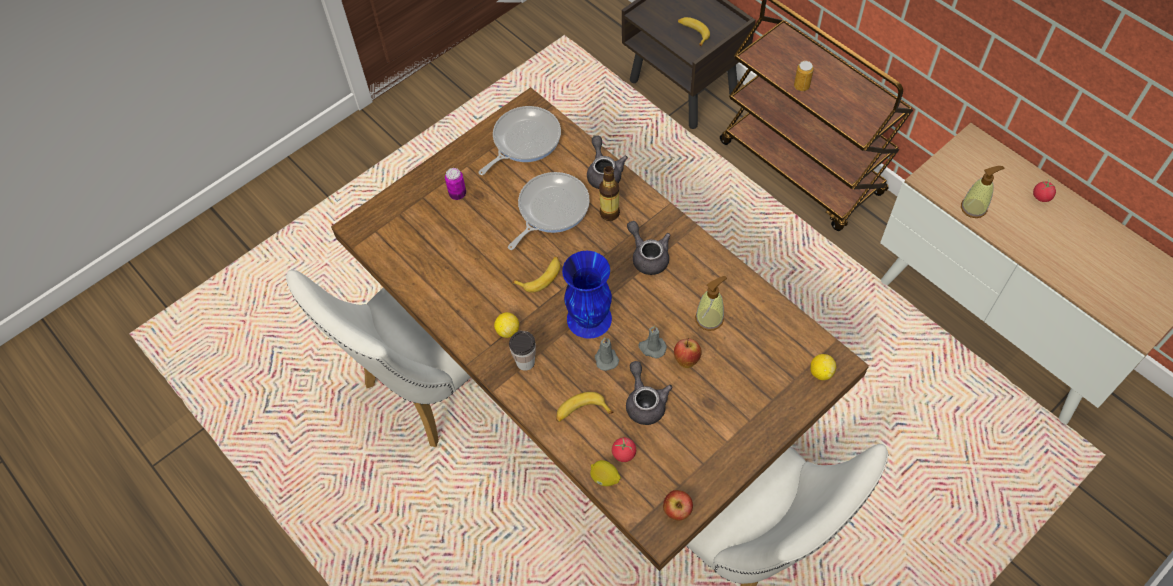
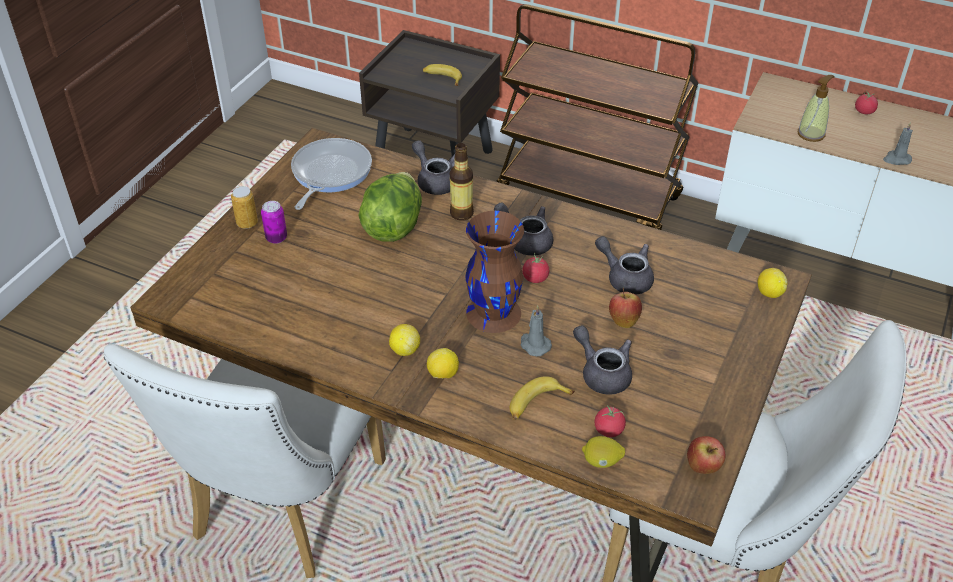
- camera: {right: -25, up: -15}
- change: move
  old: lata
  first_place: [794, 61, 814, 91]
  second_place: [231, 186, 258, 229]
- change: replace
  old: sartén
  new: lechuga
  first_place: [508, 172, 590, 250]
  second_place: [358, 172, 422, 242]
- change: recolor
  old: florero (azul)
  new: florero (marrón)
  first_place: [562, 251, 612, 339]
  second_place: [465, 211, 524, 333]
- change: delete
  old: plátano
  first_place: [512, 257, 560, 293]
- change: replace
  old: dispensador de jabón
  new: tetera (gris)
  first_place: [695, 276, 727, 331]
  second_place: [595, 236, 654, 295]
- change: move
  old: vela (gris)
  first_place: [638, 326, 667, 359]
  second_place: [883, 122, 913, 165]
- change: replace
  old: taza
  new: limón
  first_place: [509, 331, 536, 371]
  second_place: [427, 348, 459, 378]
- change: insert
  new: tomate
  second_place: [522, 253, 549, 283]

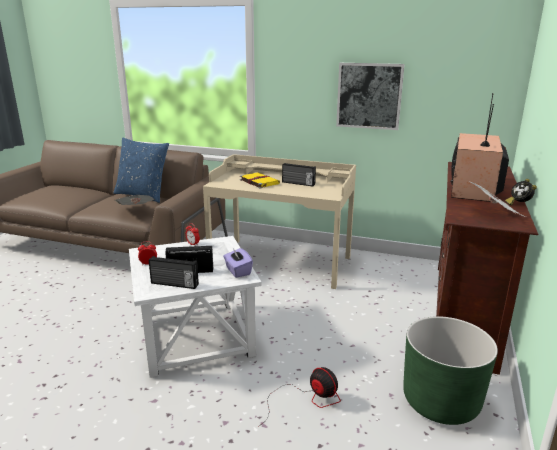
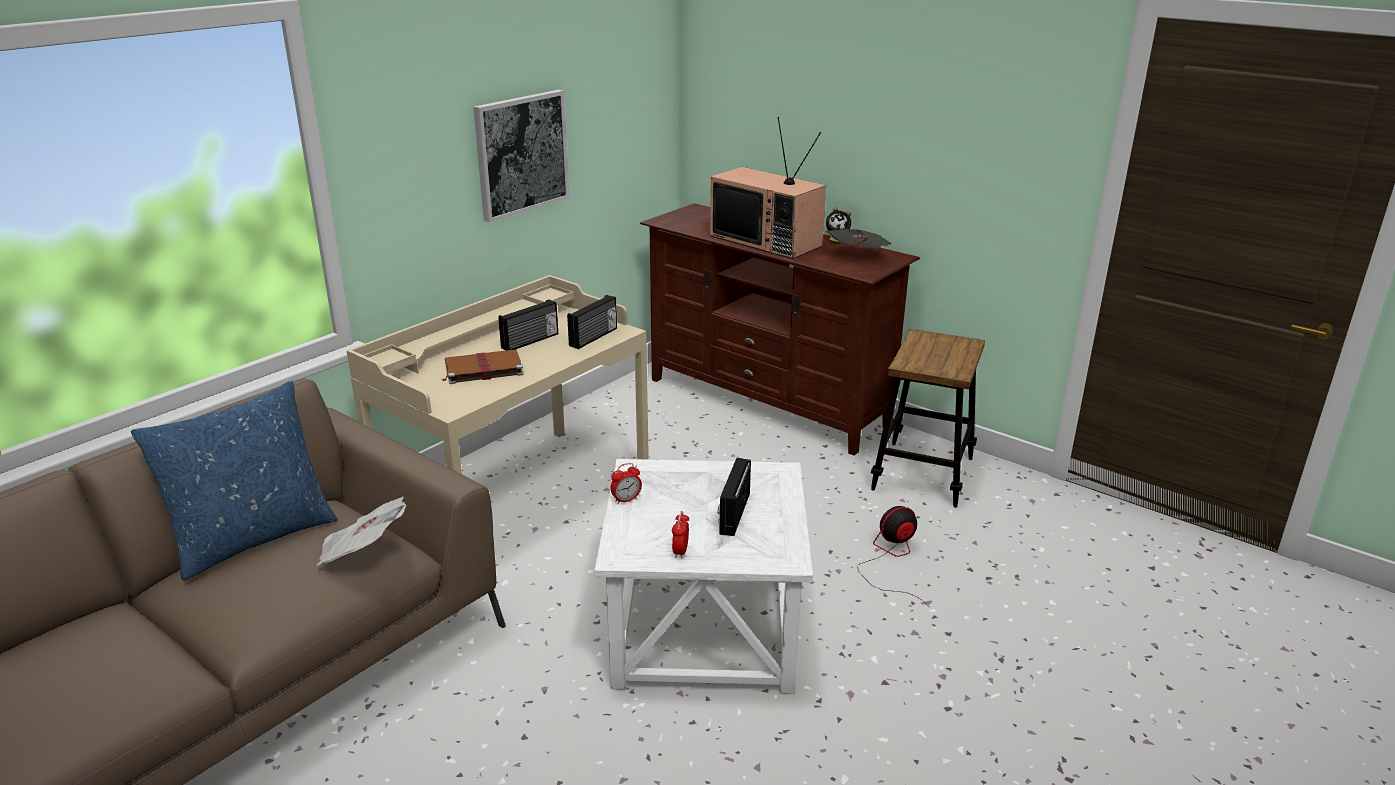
- camera: {right: -70, up: 5}
- change: recolor
  old: libro (amarillo)
  new: libro (marrón)
  first_place: [240, 173, 280, 188]
  second_place: [442, 349, 523, 384]
- change: delete
  old: caja de pañuelos (morado)
  first_place: [223, 248, 253, 278]
- change: move
  old: radio
  first_place: [149, 256, 199, 289]
  second_place: [567, 295, 617, 349]
- change: replace
  old: maceta (verde)
  new: taburete
  first_place: [403, 316, 498, 425]
  second_place: [871, 329, 985, 508]

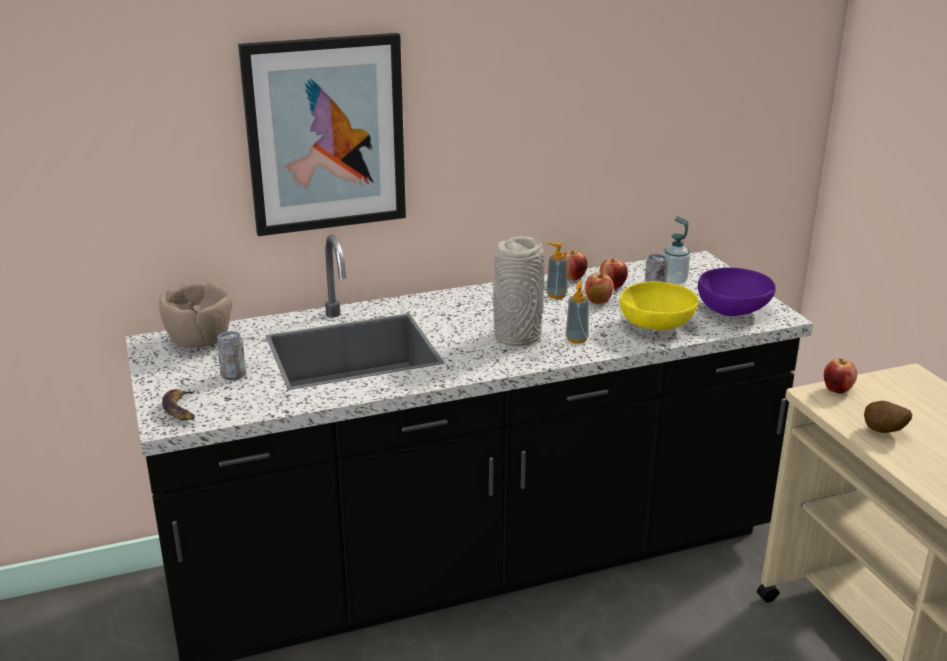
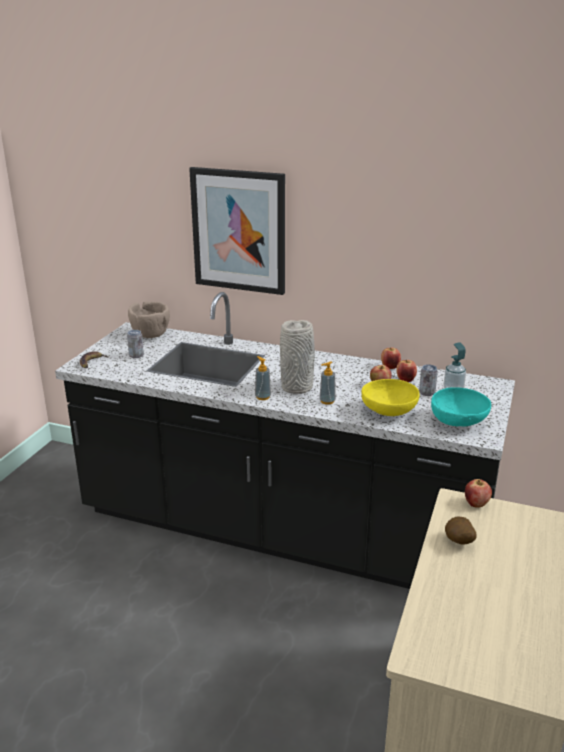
- camera: {right: 40, up: 0}
- change: move
  old: dispensador de jabón
  first_place: [546, 242, 568, 299]
  second_place: [255, 356, 271, 400]
- change: recolor
  old: cuenco (morado)
  new: cuenco (turquesa)
  first_place: [698, 268, 776, 316]
  second_place: [431, 387, 491, 426]

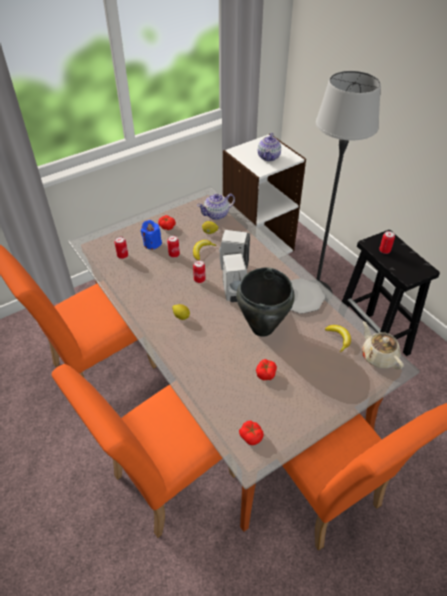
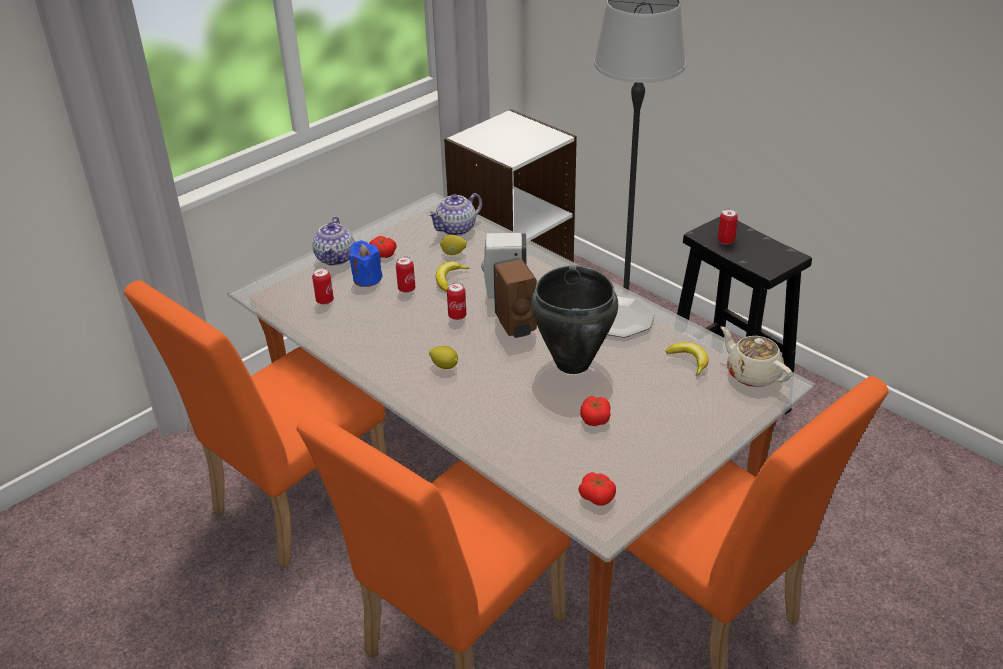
- camera: {right: -10, up: -10}
- change: move
  old: tetera
  first_place: [258, 133, 281, 161]
  second_place: [312, 217, 355, 266]
- change: recolor
  old: dispensador de jabón (blanco)
  new: dispensador de jabón (marrón)
  first_place: [223, 252, 247, 302]
  second_place: [493, 257, 537, 338]

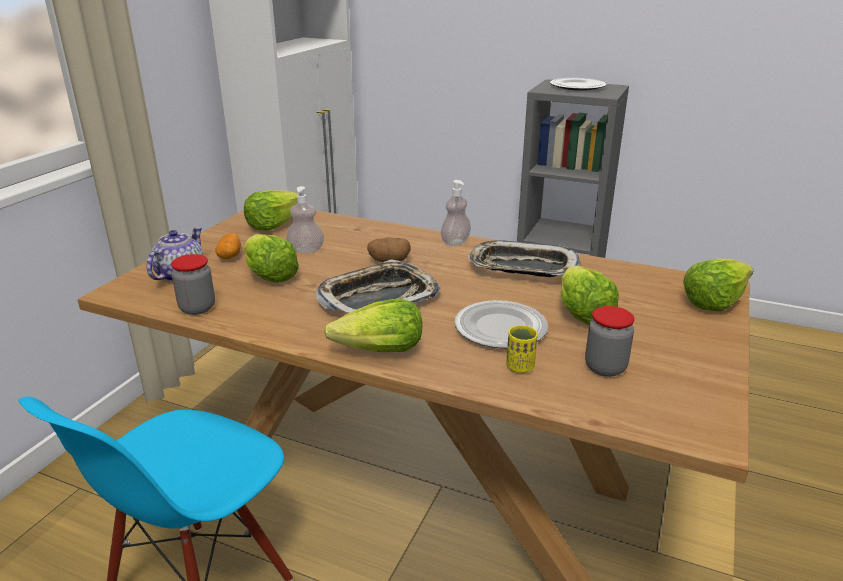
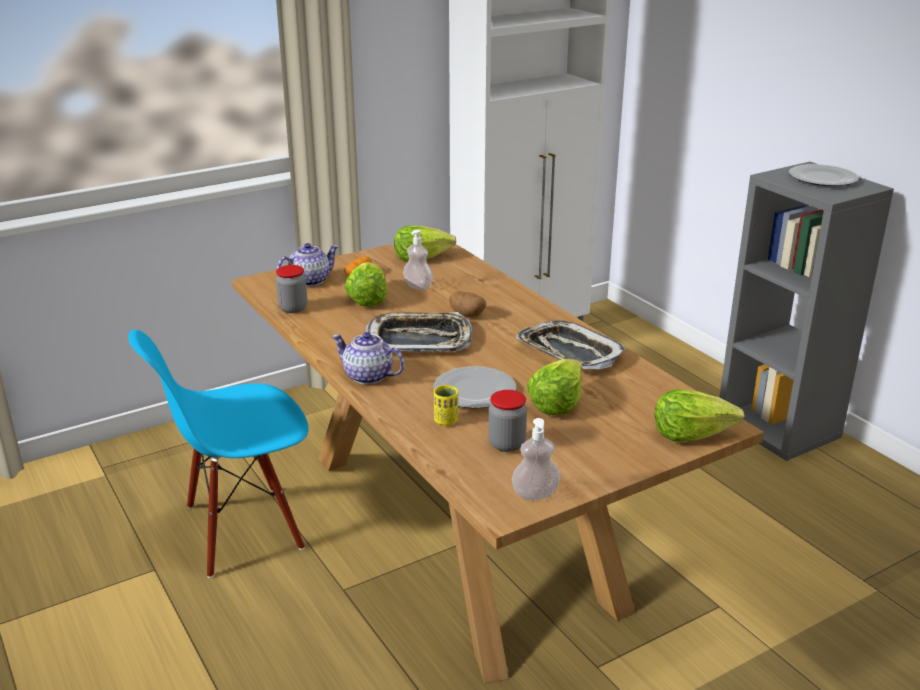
- camera: {right: 35, up: 0}
- change: move
  old: dispensador de jabón
  first_place: [441, 180, 471, 246]
  second_place: [512, 418, 561, 500]
- change: replace
  old: lechuga
  new: tetera
  first_place: [324, 299, 422, 352]
  second_place: [331, 332, 404, 384]

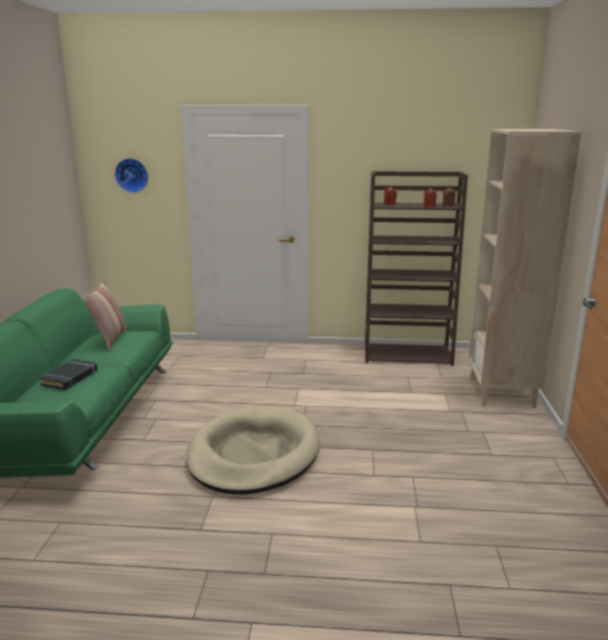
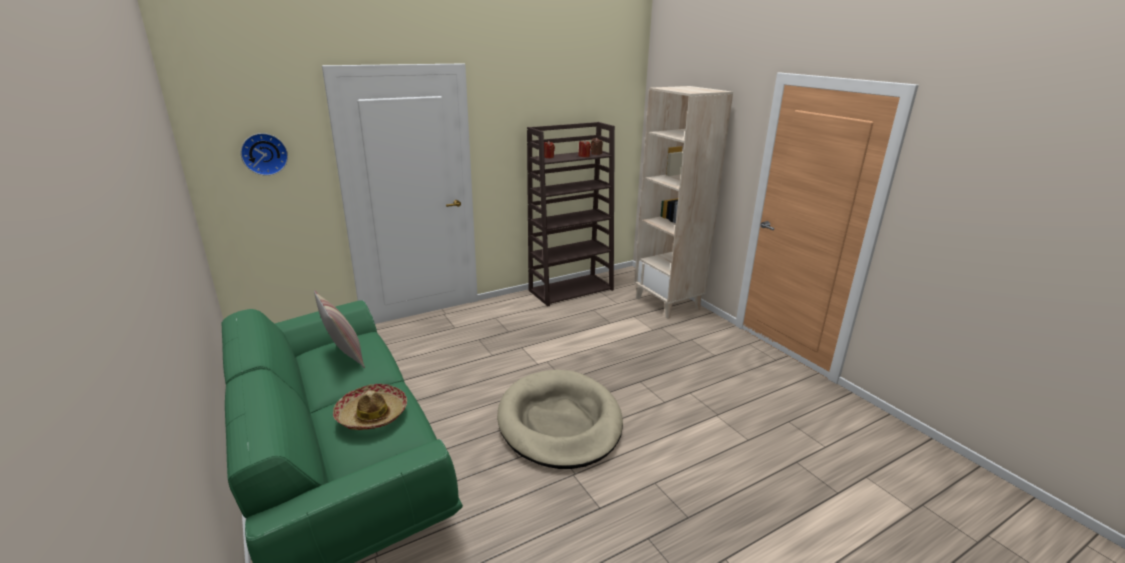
- camera: {right: -35, up: 5}
- change: replace
  old: libro (negro)
  new: sombrero
  first_place: [40, 359, 98, 390]
  second_place: [333, 384, 407, 430]

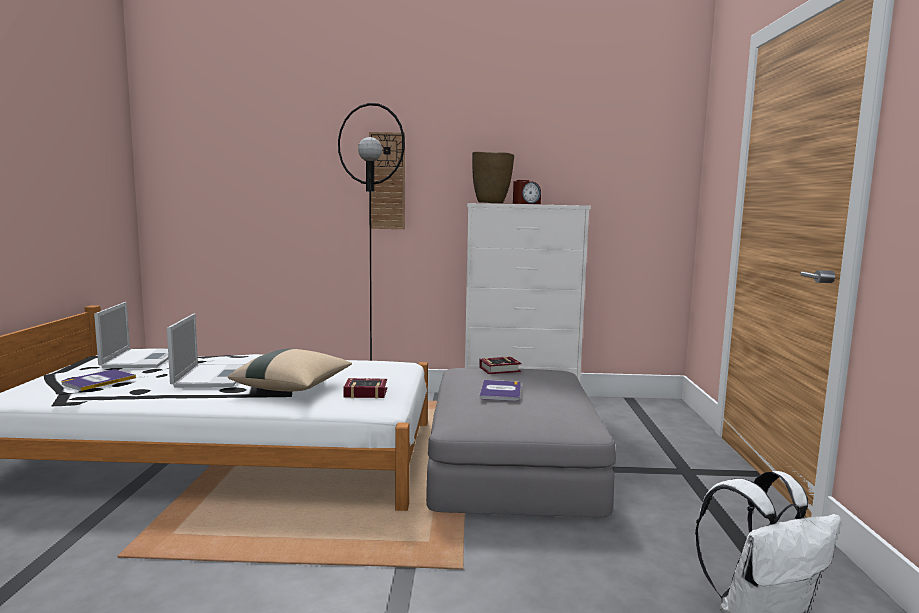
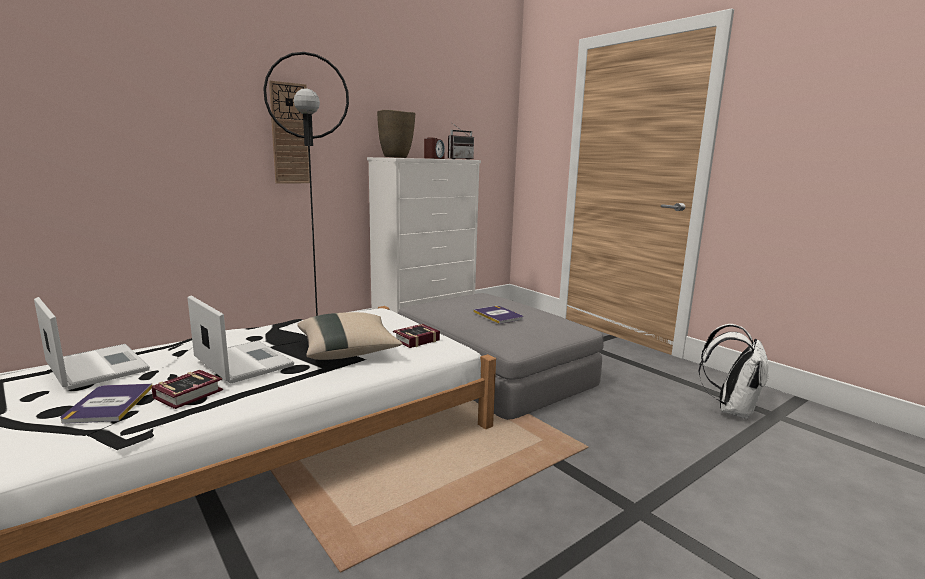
- camera: {right: -40, up: 5}
- change: move
  old: libro
  first_place: [479, 357, 522, 374]
  second_place: [151, 370, 223, 409]
- change: insert
  new: radio
  second_place: [448, 123, 474, 160]

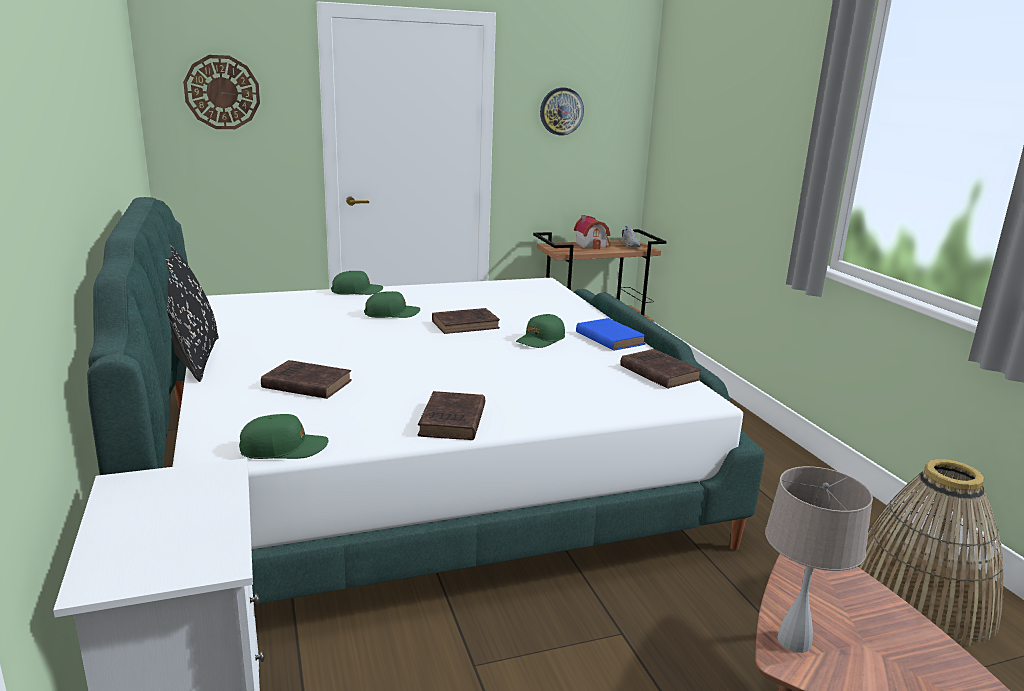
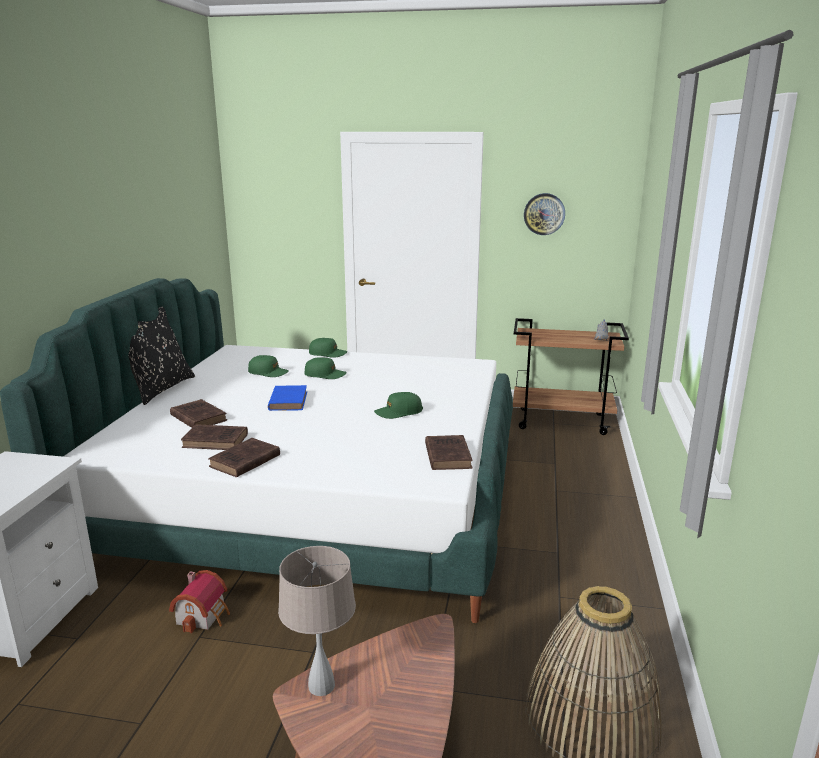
- camera: {right: 30, up: 0}
- change: delete
  old: reloj de pared
  first_place: [183, 55, 260, 129]
- change: move
  old: casita
  first_place: [574, 215, 611, 250]
  second_place: [169, 570, 230, 634]
- change: move
  old: libro (marrón)
  first_place: [432, 308, 500, 334]
  second_place: [181, 424, 248, 450]
- change: move
  old: libro (azul)
  first_place: [576, 318, 646, 351]
  second_place: [268, 385, 307, 411]
- change: move
  old: gorra (verde)
  first_place: [239, 414, 328, 459]
  second_place: [248, 355, 289, 377]

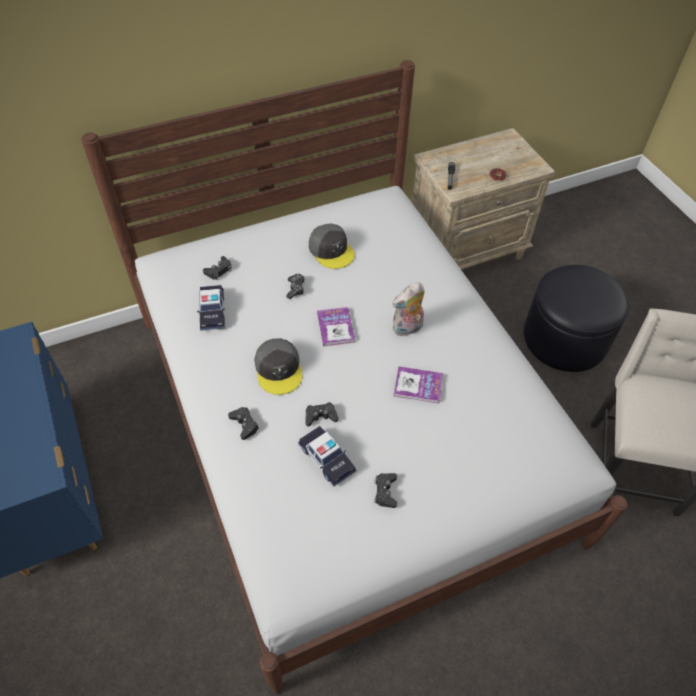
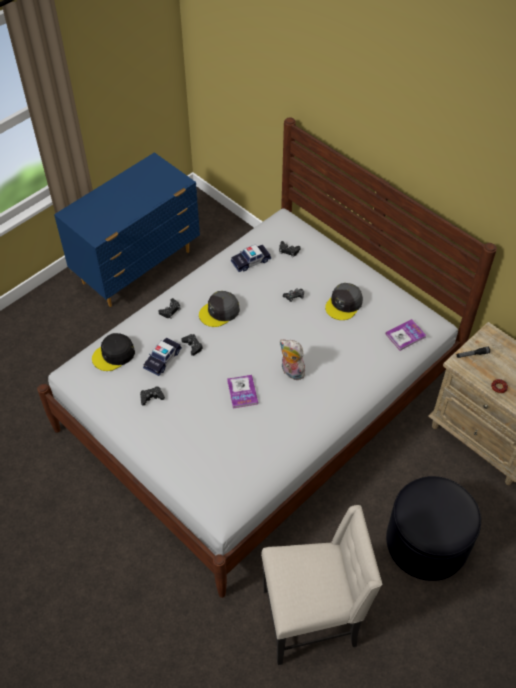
- camera: {right: 70, up: 0}
- change: move
  old: libro
  first_place: [317, 307, 355, 346]
  second_place: [386, 319, 427, 351]
- change: insert
  new: gorra (negro)
  second_place: [92, 333, 135, 371]

